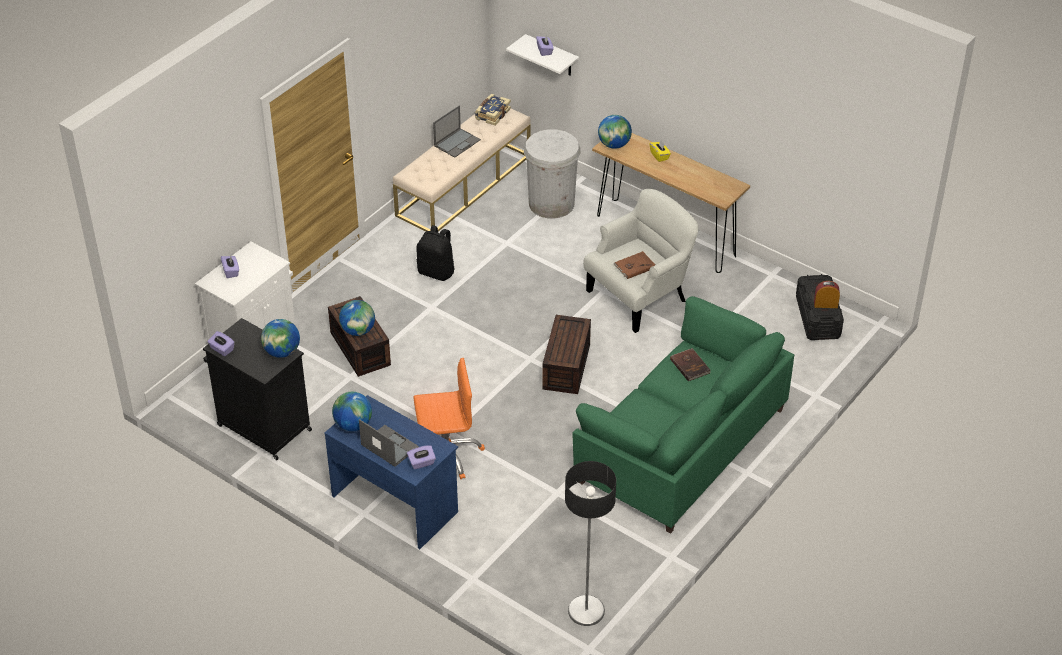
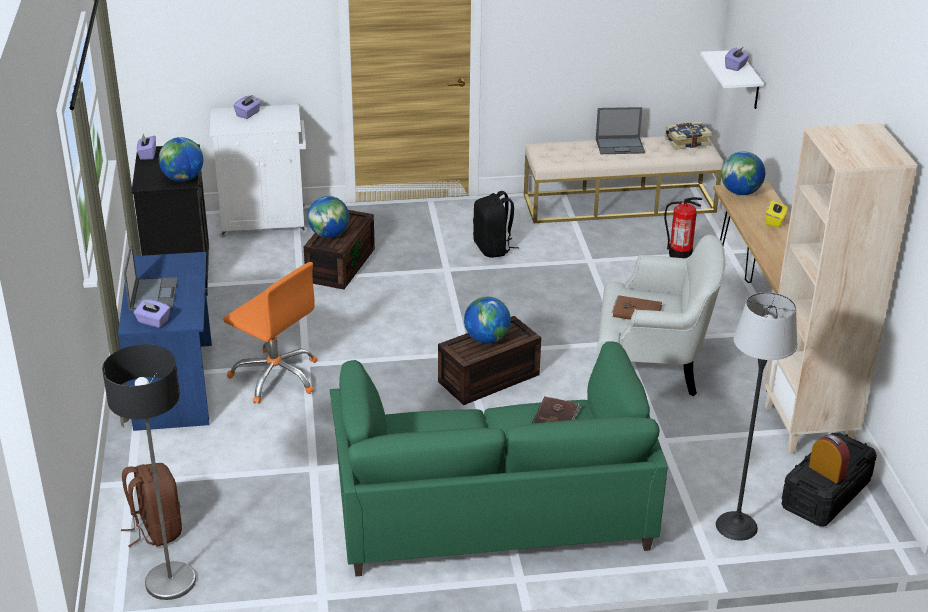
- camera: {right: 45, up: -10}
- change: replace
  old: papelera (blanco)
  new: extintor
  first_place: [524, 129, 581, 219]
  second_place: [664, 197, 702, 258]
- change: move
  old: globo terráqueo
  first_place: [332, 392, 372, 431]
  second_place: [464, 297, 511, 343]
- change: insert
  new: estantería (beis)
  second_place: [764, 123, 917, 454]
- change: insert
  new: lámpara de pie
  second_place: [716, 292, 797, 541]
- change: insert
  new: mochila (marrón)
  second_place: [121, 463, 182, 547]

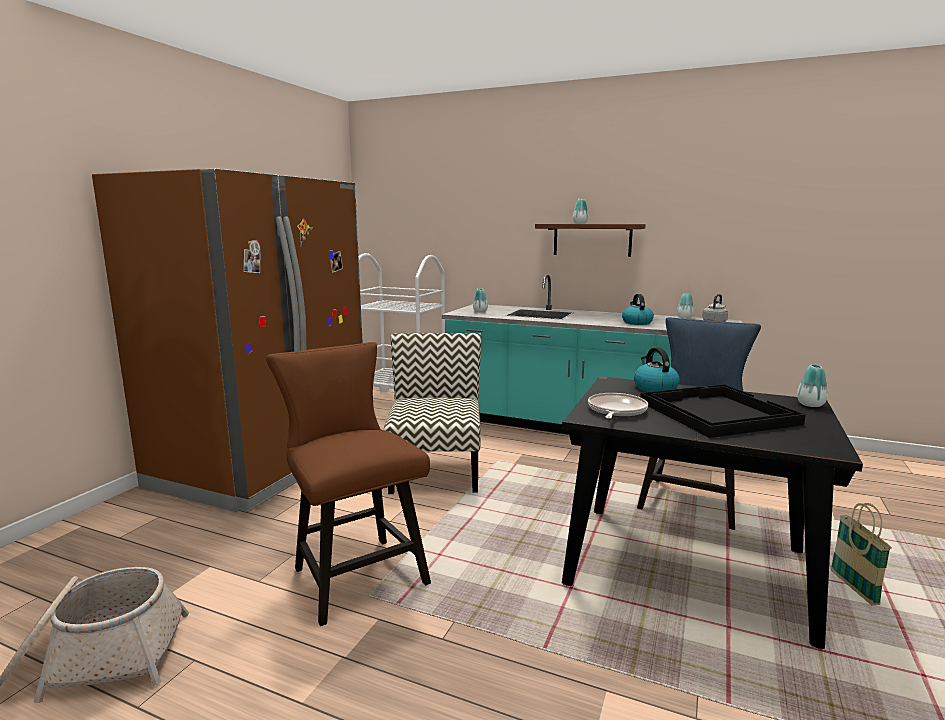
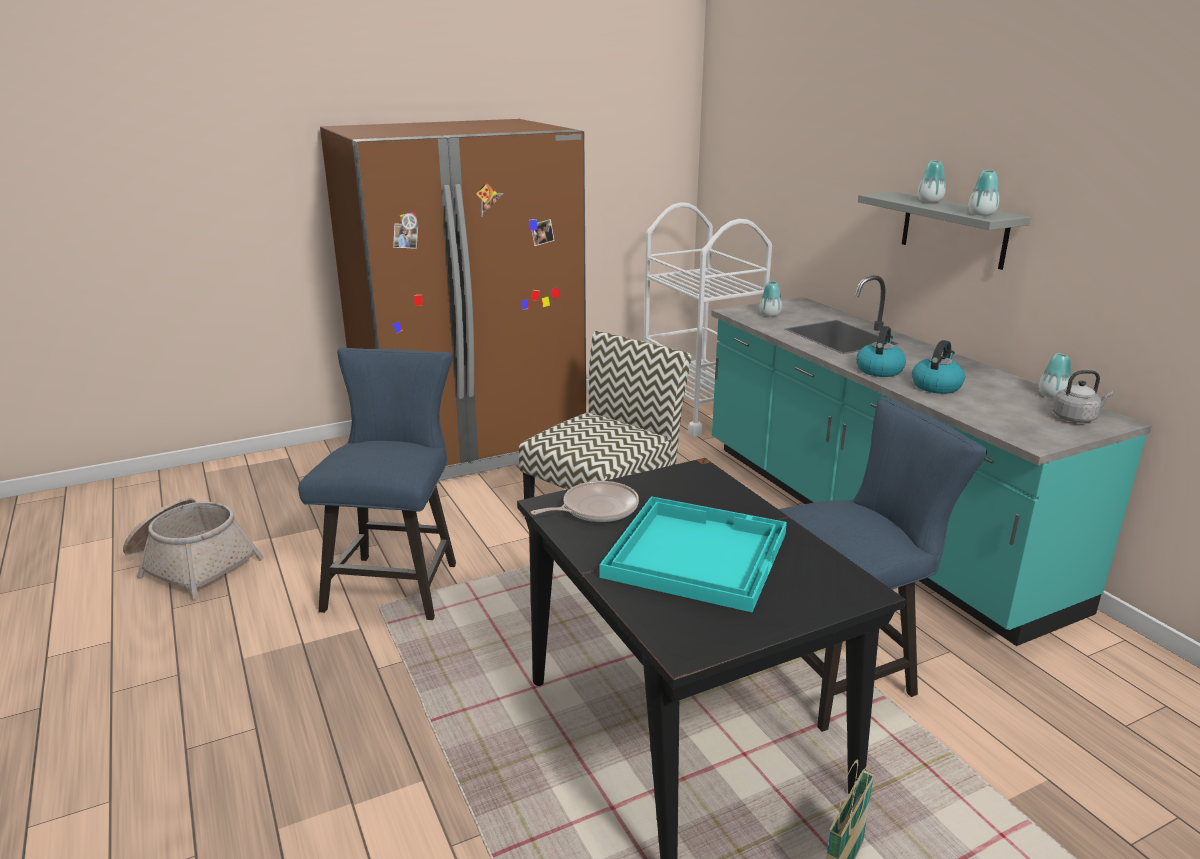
- camera: {right: 40, up: 10}
- change: recolor
  old: estante (marrón)
  new: estante (gris)
  first_place: [535, 224, 646, 257]
  second_place: [858, 191, 1031, 270]
- change: recolor
  old: silla (marrón)
  new: silla (azul)
  first_place: [266, 342, 431, 626]
  second_place: [298, 348, 456, 620]
- change: move
  old: hervidor
  first_place: [634, 347, 680, 392]
  second_place: [856, 326, 906, 377]
- change: move
  old: florero
  first_place: [797, 364, 828, 407]
  second_place: [969, 170, 999, 216]
- change: recolor
  old: bandeja (negro)
  new: bandeja (turquesa)
  first_place: [640, 384, 806, 438]
  second_place: [600, 496, 787, 612]

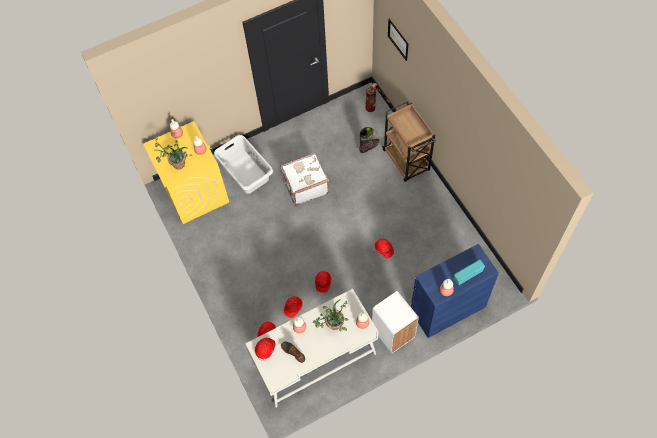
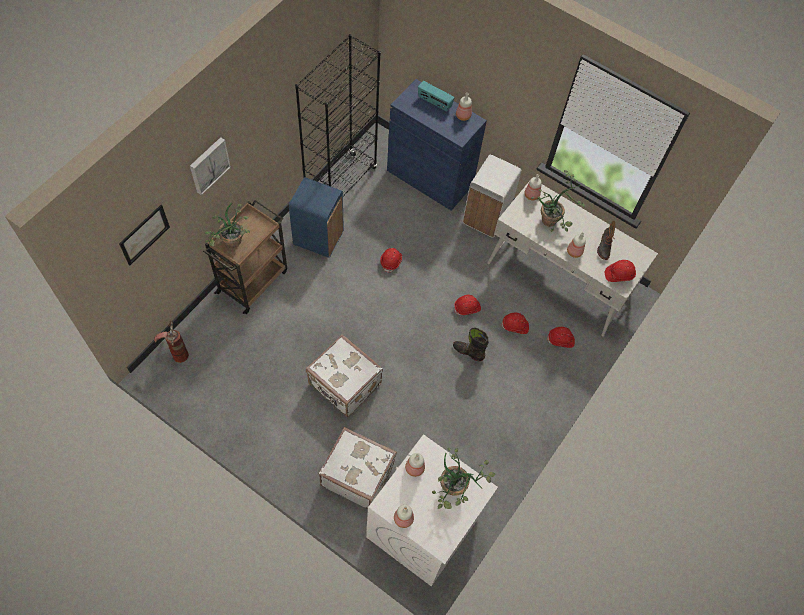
- camera: {right: -125, up: 0}
- change: recolor
  old: lavadora (amarillo)
  new: lavadora (blanco)
  first_place: [143, 121, 229, 224]
  second_place: [366, 435, 498, 586]
- change: move
  old: bota (negro)
  first_place: [359, 127, 380, 153]
  second_place: [453, 328, 489, 361]
- change: replace
  old: cesto de la ropa (gris)
  new: maleta (blanco)
  first_place: [214, 135, 273, 194]
  second_place: [318, 427, 397, 509]
- change: insert
  new: estantería (negro)
  second_place: [295, 34, 381, 197]
- change: insert
  new: cuadro
  second_place: [190, 137, 231, 195]
- change: insert
  new: papelera (azul)
  second_place: [289, 177, 344, 258]
- change: insert
  new: planta en maceta
  second_place: [205, 203, 250, 248]

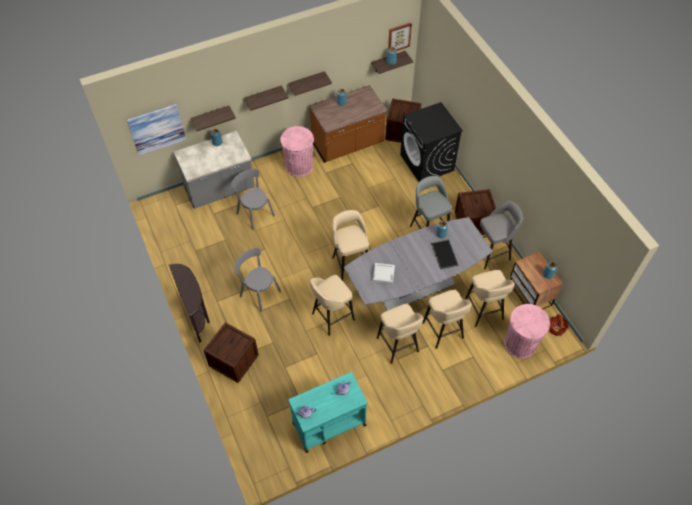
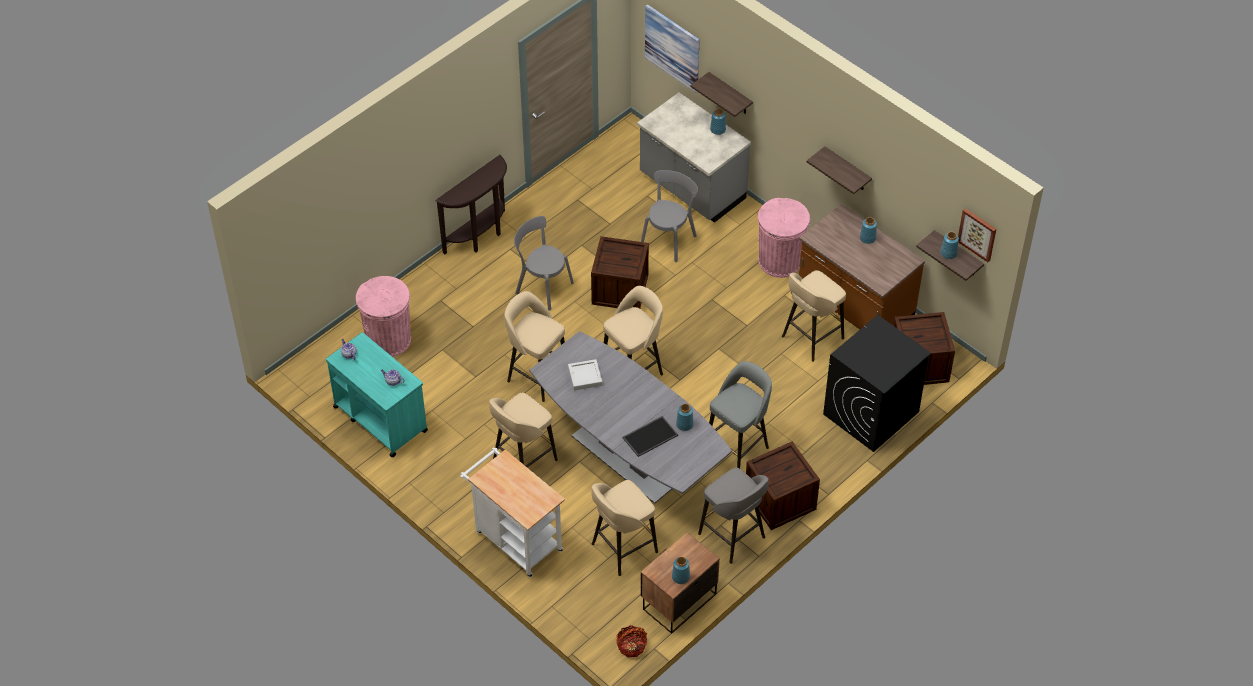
- camera: {right: 70, up: -5}
- change: delete
  old: estante
  first_place: [244, 85, 289, 111]
- change: rotate
  old: silla (gris)
  first_place: [234, 248, 281, 312]
  second_place: [514, 216, 574, 311]
  degrees: -75
- change: move
  old: taburete (beis)
  first_place: [422, 290, 472, 349]
  second_place: [782, 270, 846, 362]
- change: move
  old: papelera (rosa)
  first_place: [504, 304, 550, 358]
  second_place: [356, 276, 411, 357]
- change: move
  old: caja de embalaje
  first_place: [203, 322, 259, 383]
  second_place: [591, 236, 649, 309]
- change: insert
  new: carrito (blanco)
  second_place: [460, 447, 565, 578]

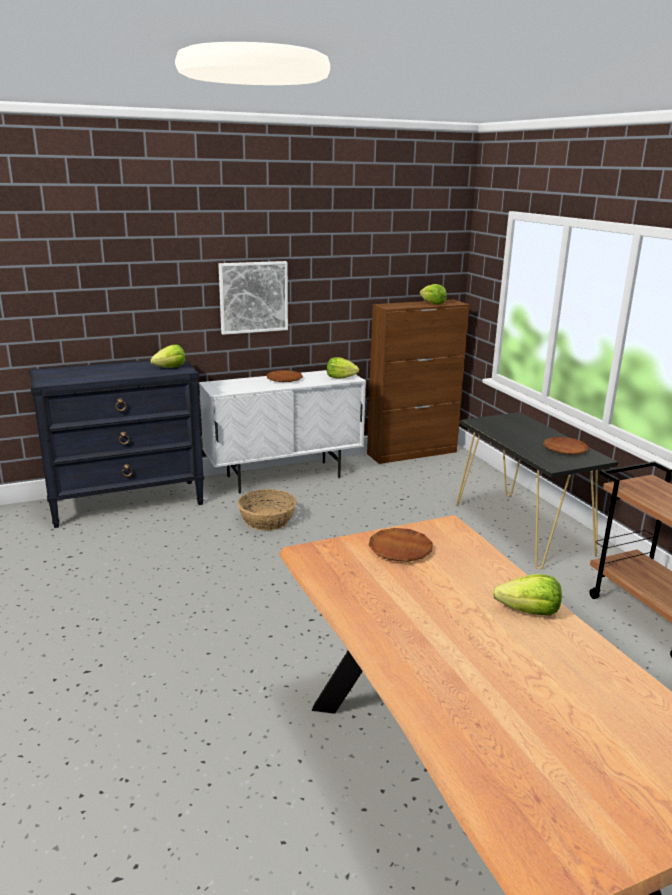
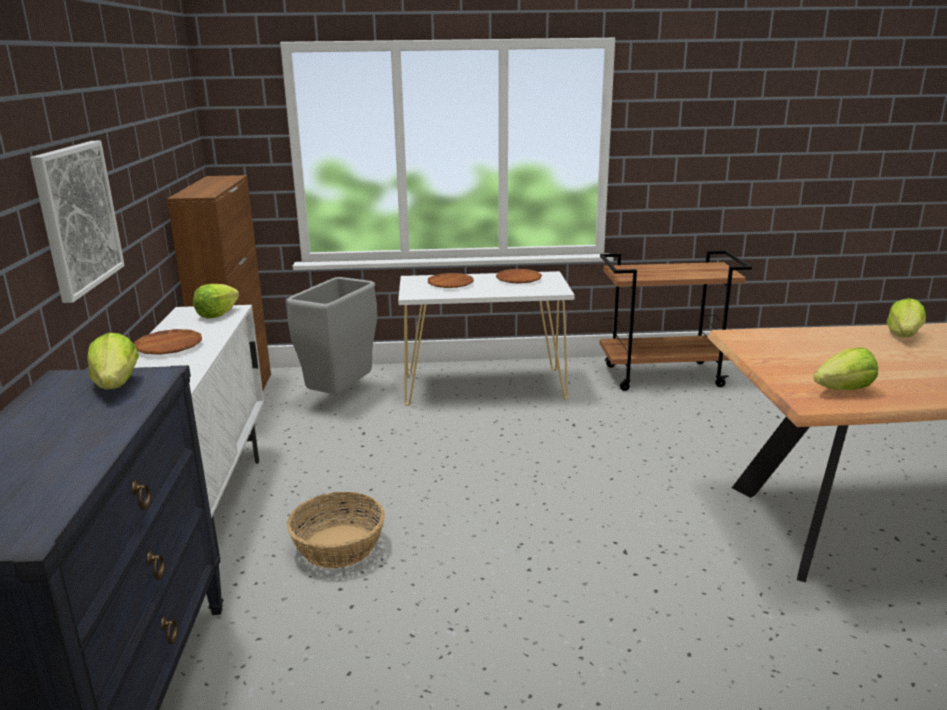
- camera: {right: -70, up: 0}
- change: move
  old: lechuga
  first_place: [420, 284, 447, 305]
  second_place: [814, 348, 878, 390]
- change: recolor
  old: mesa consola (negro)
  new: mesa consola (blanco)
  first_place: [456, 412, 618, 569]
  second_place: [398, 271, 574, 406]
- change: move
  old: plato (marrón)
  first_place: [369, 528, 433, 562]
  second_place: [428, 273, 474, 288]
- change: insert
  new: papelera (gris)
  second_place: [286, 277, 377, 394]

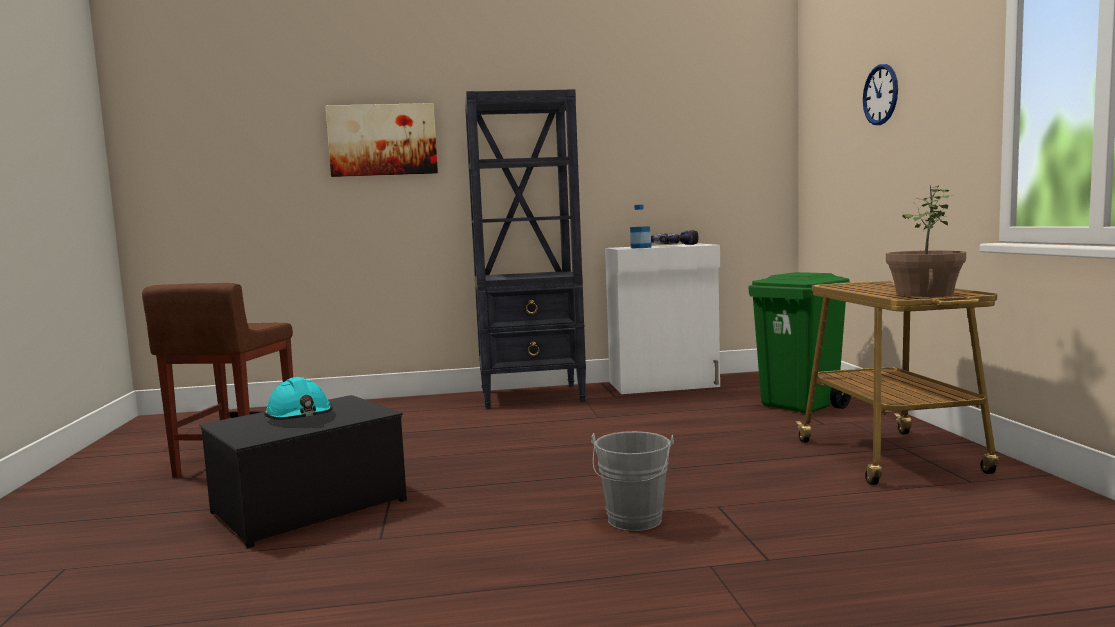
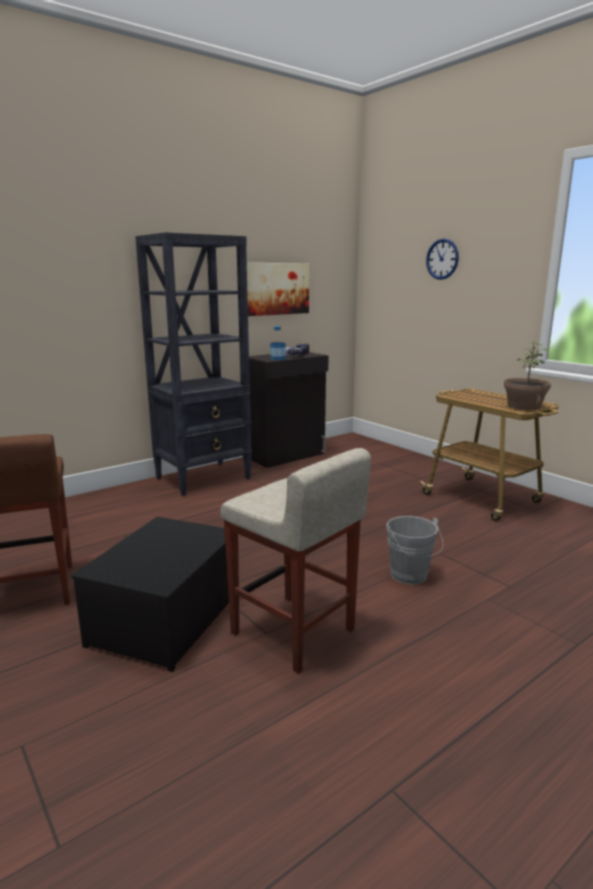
- camera: {right: -30, up: 10}
- change: move
  old: cuadro
  first_place: [325, 103, 438, 177]
  second_place: [247, 263, 309, 316]
- change: recolor
  old: armario (blanco)
  new: armario (negro)
  first_place: [605, 244, 720, 394]
  second_place: [249, 352, 329, 468]
- change: delete
  old: papelera (verde)
  first_place: [748, 272, 851, 413]
- change: delete
  old: casco (turquesa)
  first_place: [264, 377, 333, 420]
- change: insert
  new: taburete (beis)
  second_place: [220, 448, 371, 674]

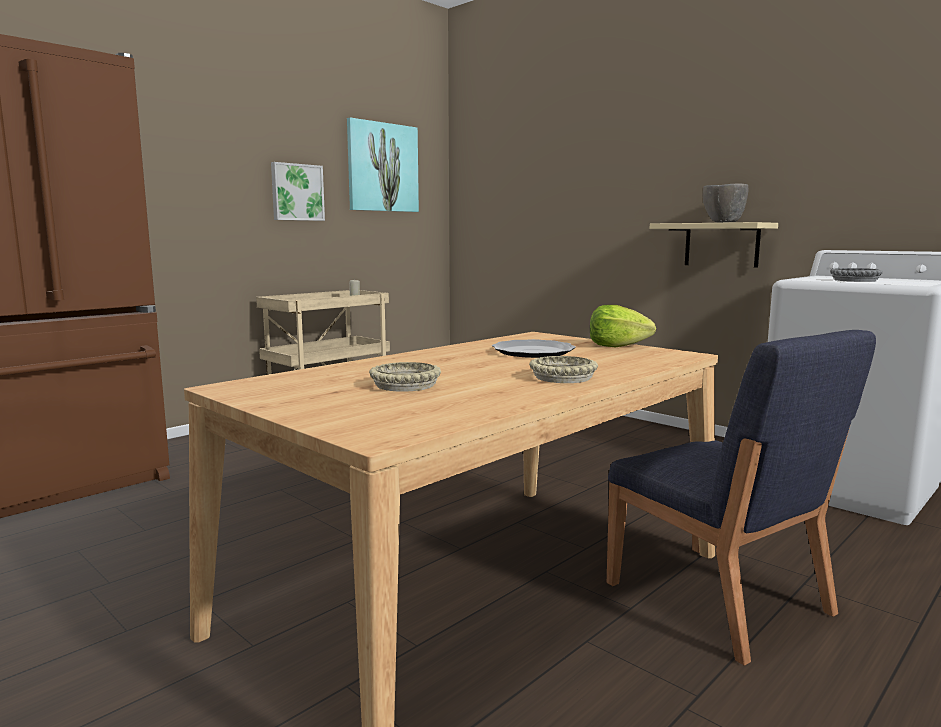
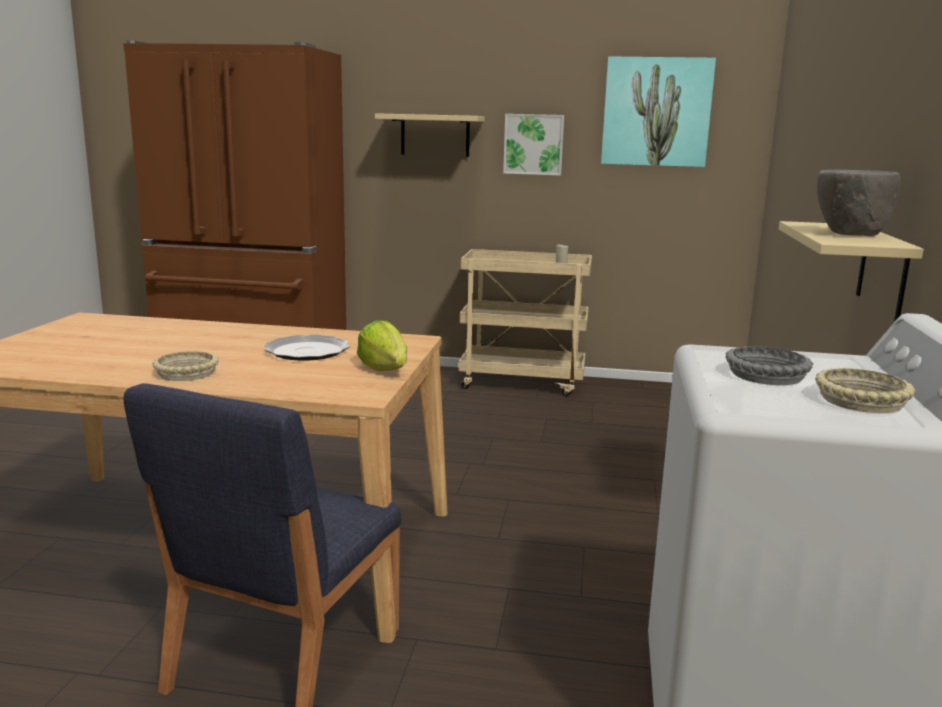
- camera: {right: 55, up: 5}
- change: move
  old: cuenco (beis)
  first_place: [369, 362, 441, 392]
  second_place: [815, 368, 916, 413]
- change: insert
  new: estante (beis)
  second_place: [375, 113, 485, 157]

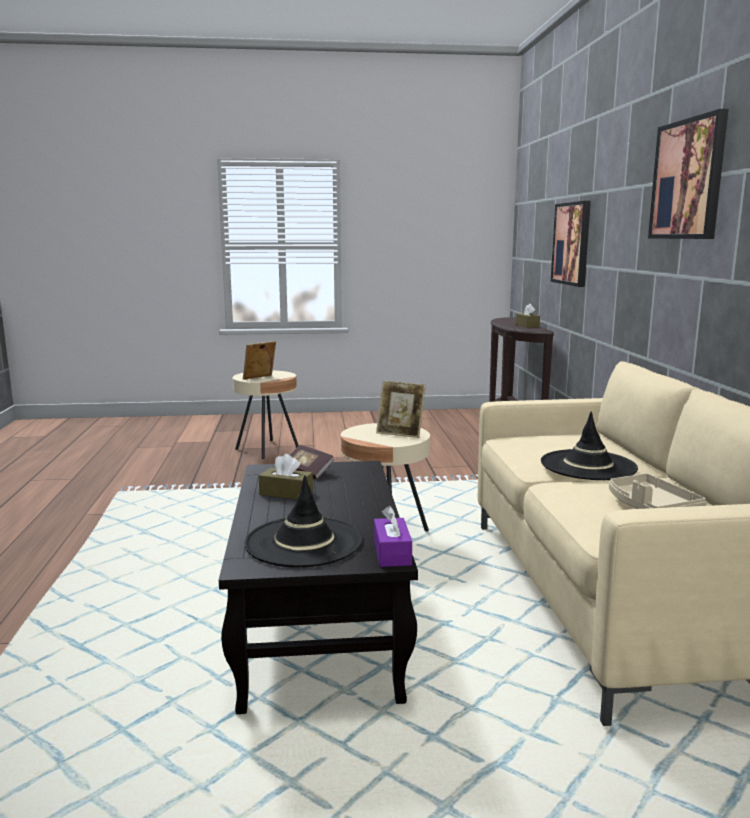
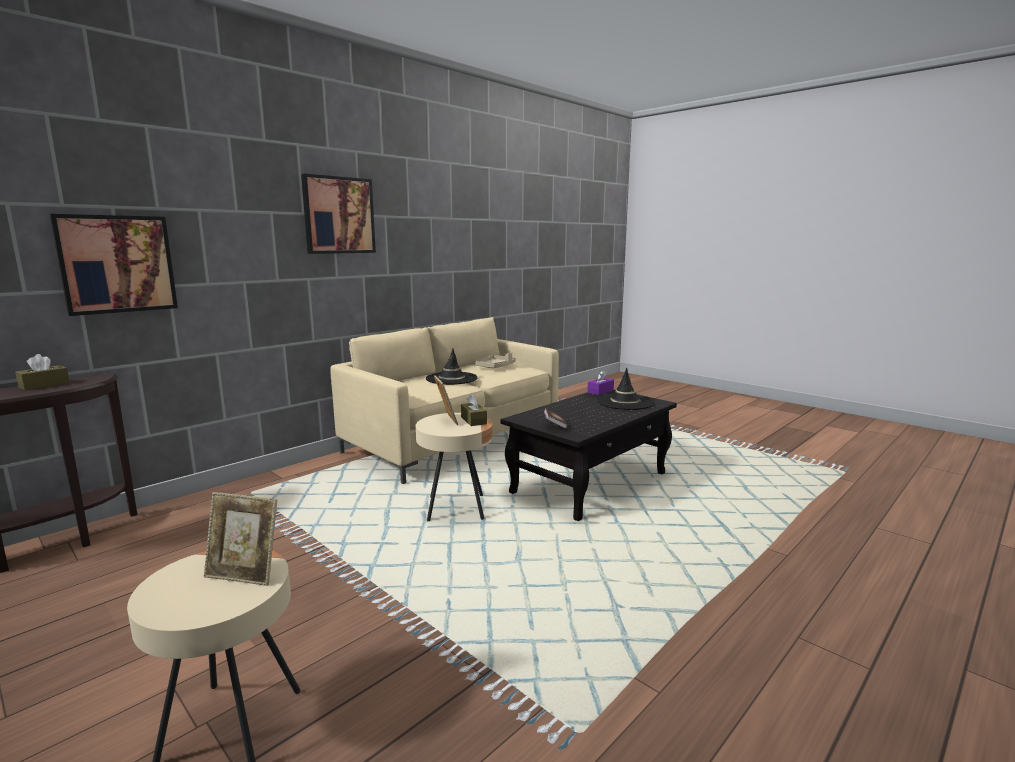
- camera: {right: -130, up: 0}
- change: move
  old: caja de pañuelos (marrón)
  first_place: [259, 454, 313, 500]
  second_place: [461, 394, 487, 426]

